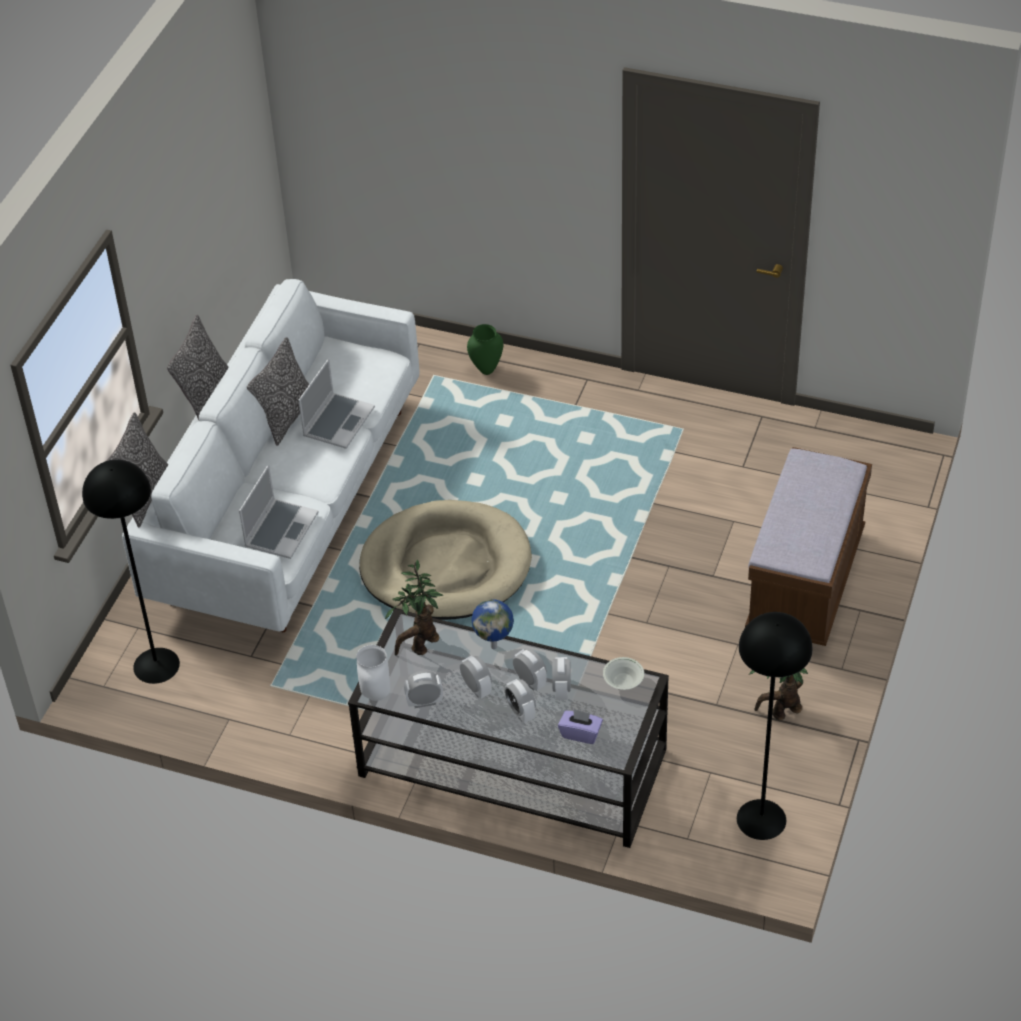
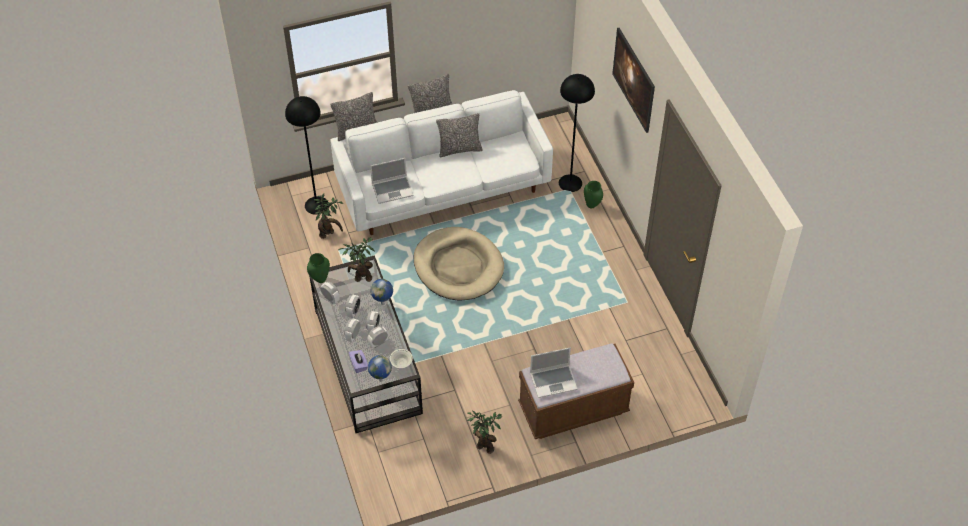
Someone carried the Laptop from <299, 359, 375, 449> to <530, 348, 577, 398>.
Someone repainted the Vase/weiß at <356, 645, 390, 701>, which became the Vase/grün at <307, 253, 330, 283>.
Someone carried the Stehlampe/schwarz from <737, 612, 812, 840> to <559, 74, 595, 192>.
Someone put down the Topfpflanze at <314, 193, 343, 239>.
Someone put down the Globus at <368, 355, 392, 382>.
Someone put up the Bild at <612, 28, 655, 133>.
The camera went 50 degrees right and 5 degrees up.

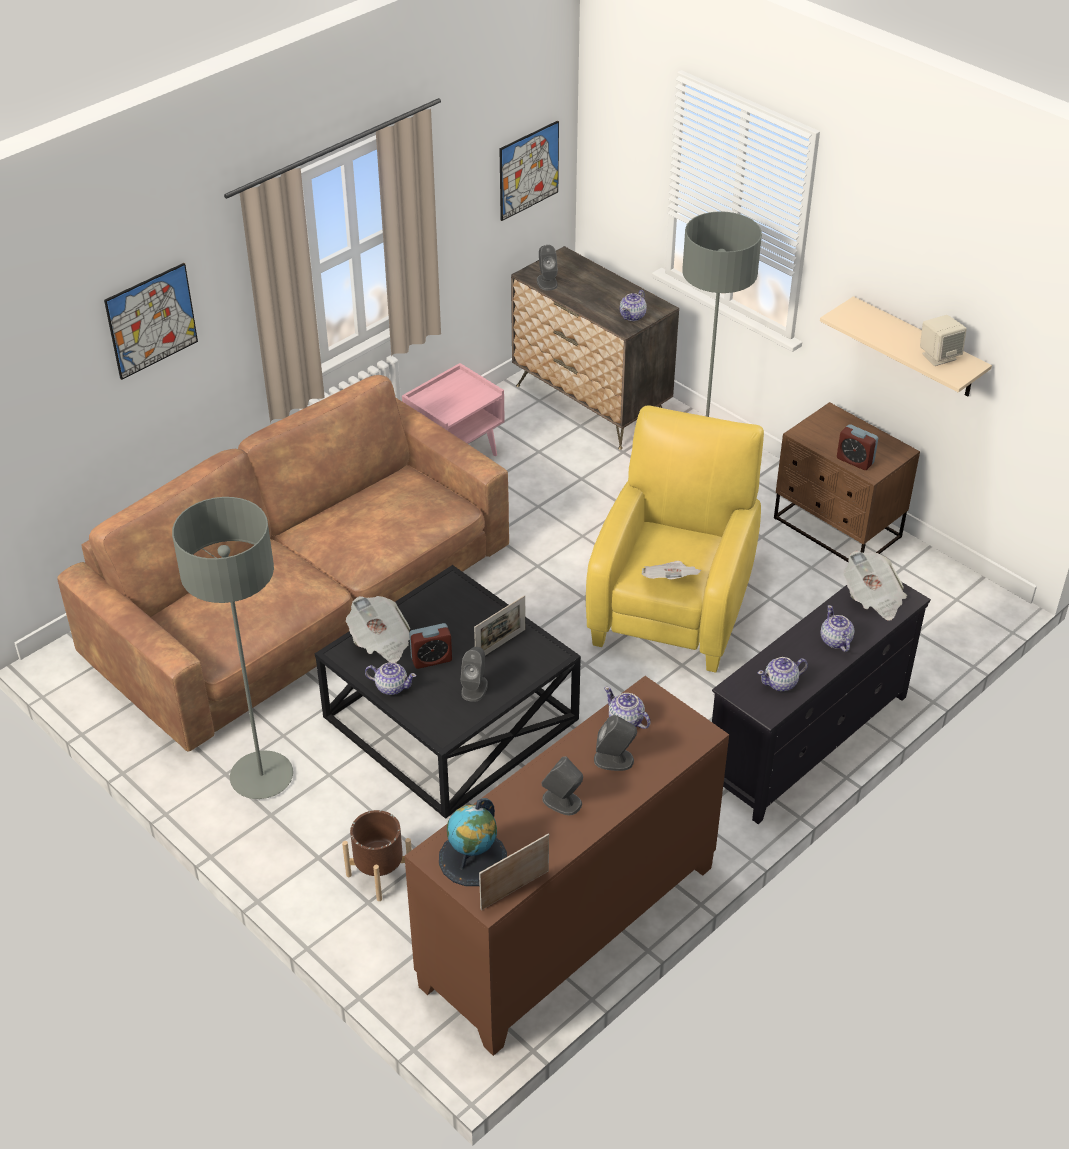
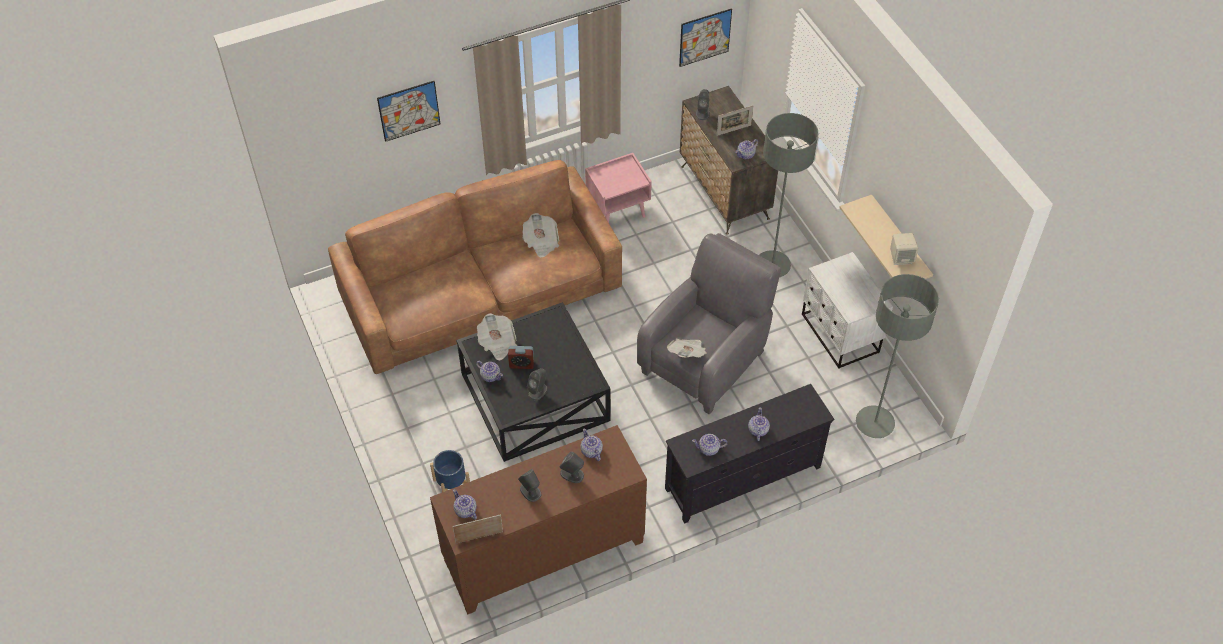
Someone carried the Stehlampe/grau from <172, 497, 293, 799> to <856, 274, 939, 438>.
Someone repainted the Pflanzkübel/braun at <342, 810, 412, 901>, which became the Pflanzkübel/blau at <430, 450, 470, 492>.
Someone swapped the Globus at <439, 798, 507, 886> for the Teekanne at <453, 489, 477, 520>.
Someone carried the Bilderrahmen from <474, 595, 525, 655> to <717, 105, 753, 136>.
Someone repainted the Sessel/gelb at <586, 405, 764, 673>, which became the Sessel/grau at <637, 233, 781, 414>.
Someone repainted the Nachttisch/braun at <774, 402, 920, 563>, which became the Nachttisch/weiß at <802, 252, 893, 369>.
Someone took away the Wecker at <837, 424, 878, 470>.
Someone carried the Zeitung from <843, 551, 907, 620> to <523, 213, 559, 258>.
The camera went 20 degrees right and 10 degrees up.

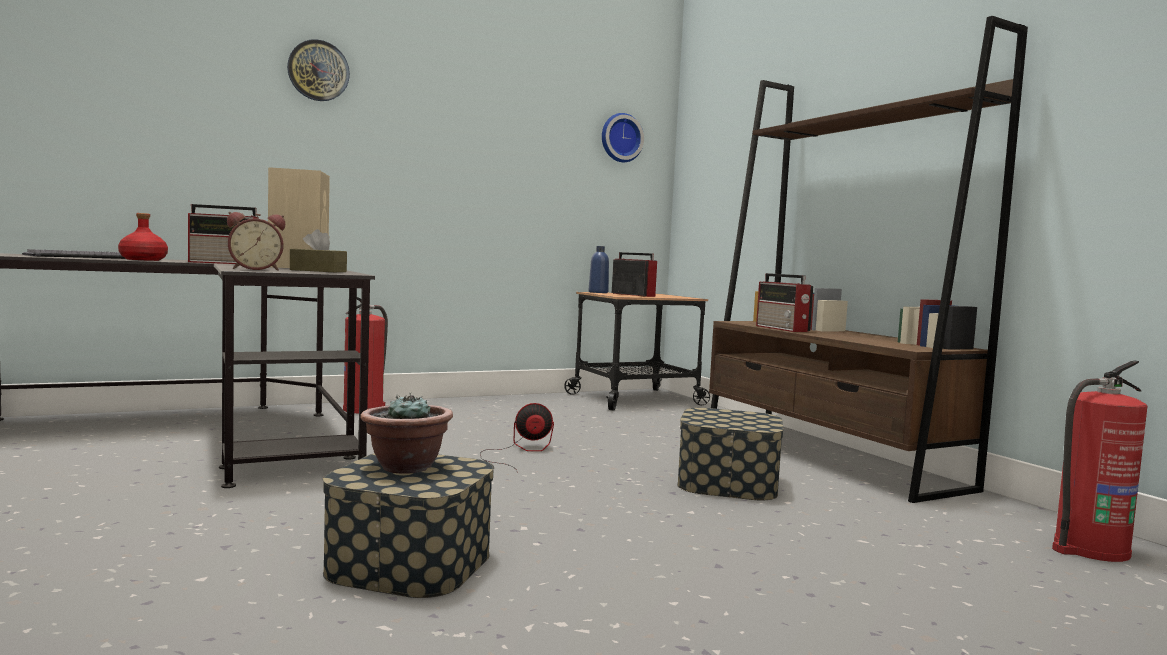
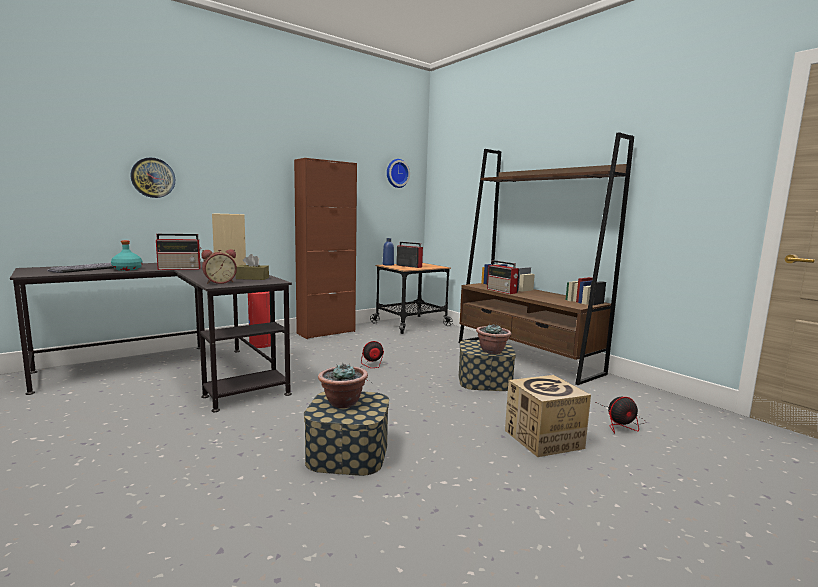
Someone repainted the Flasche/rot at <118, 213, 168, 261>, which became the Flasche/türkis at <111, 240, 143, 271>.
Someone carried the Wanduhr from <287, 39, 350, 101> to <131, 157, 175, 198>.
Someone took away the Feuerlöscher at <1052, 360, 1147, 562>.
Someone put down the Schrank/braun at <294, 158, 357, 339>.
Someone put down the Topfpflanze at <476, 324, 511, 354>.
Someone put down the Karton at <505, 375, 591, 457>.
Someone put down the Ventilator at <594, 397, 646, 434>.
The camera went 10 degrees left and 5 degrees up.

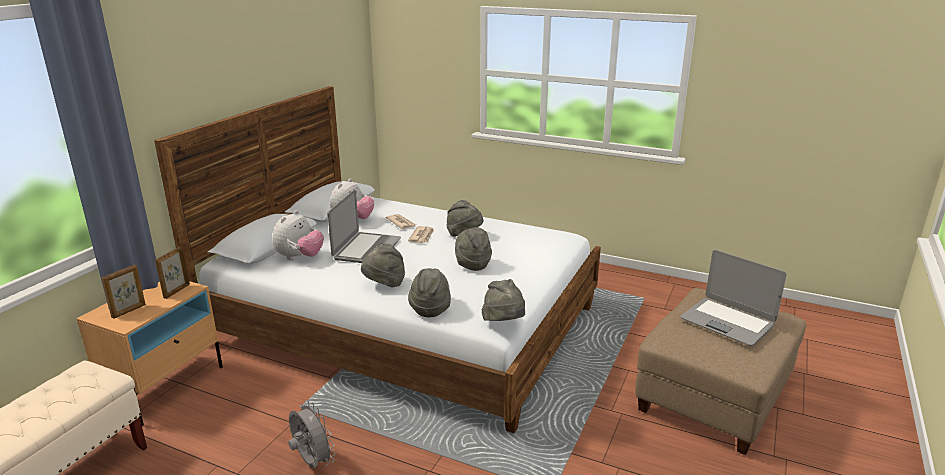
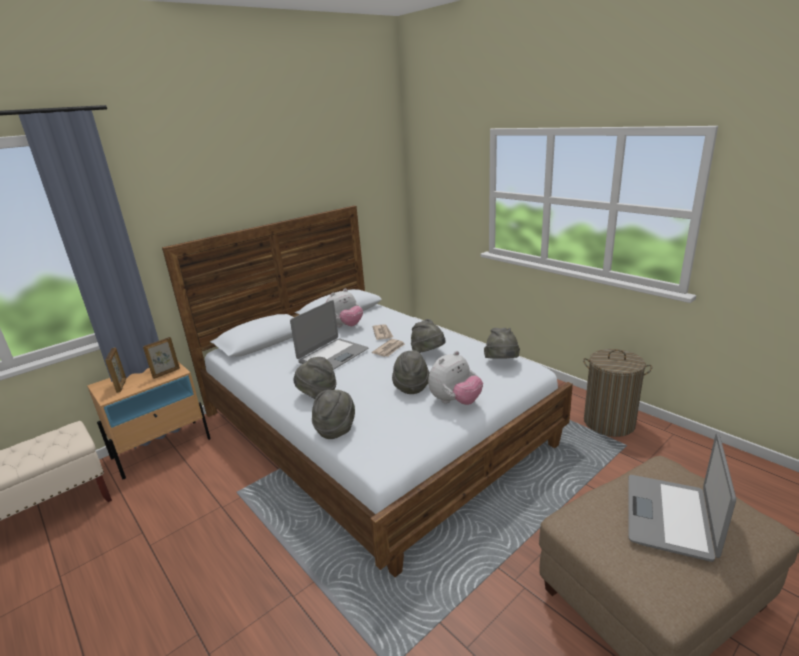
Someone rotated the Bilderrahmen at <101, 265, 146, 319> by 75 degrees counterclockwise.
Someone carried the Plüschtier from <273, 210, 324, 260> to <428, 351, 483, 405>.
Someone took away the Ventilator/grau at <288, 400, 335, 468>.
Someone carried the Hut/grau from <482, 279, 525, 321> to <484, 328, 520, 359>.
Someone rotated the Laptop at <680, 250, 787, 346> by 45 degrees clockwise.
Someone put down the Wäschekorb at <583, 349, 652, 437>.
The camera went 25 degrees right and 0 degrees up.

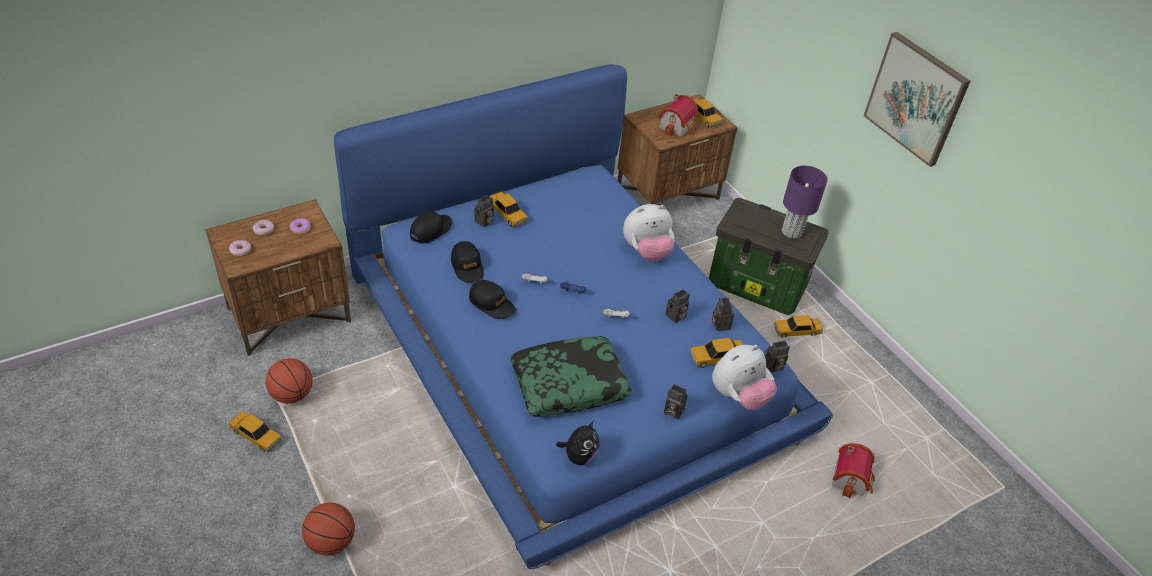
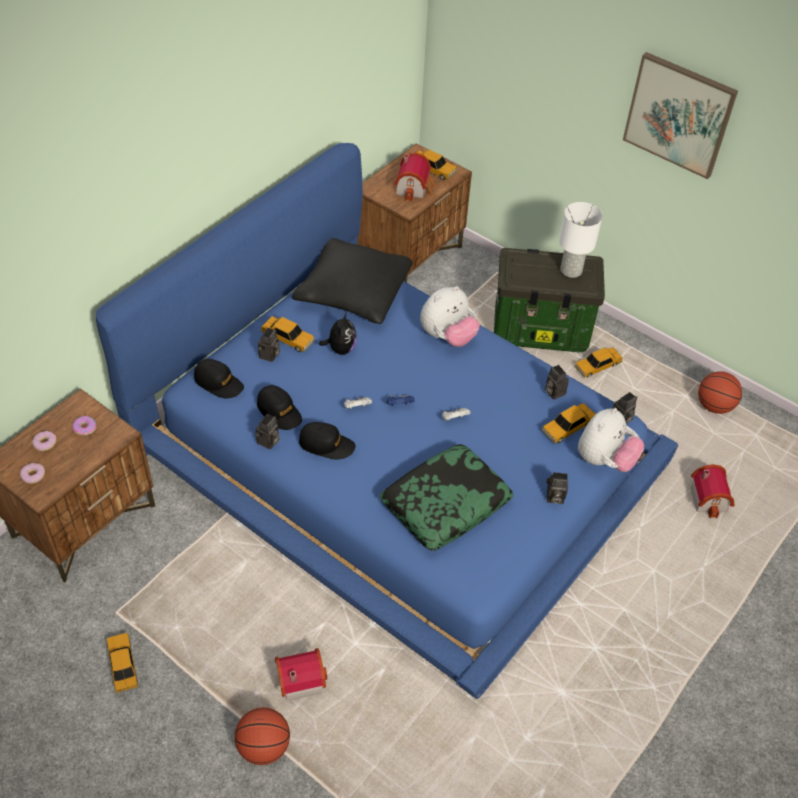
Someone rotated the Spielzeugauto at <229, 411, 282, 452> by 120 degrees counterclockwise.
Someone carried the Basketball from <266, 358, 313, 404> to <698, 371, 742, 414>.
Someone rotated the Kappe/schwarz at <410, 211, 452, 243> by 105 degrees clockwise.
Someone carried the Plüschtier from <556, 421, 600, 465> to <319, 312, 357, 355>.
Someone carried the Kamera from <666, 289, 689, 323> to <255, 414, 280, 449>.
Someone repainted the Tischlampe/lila at <782, 166, 827, 239>, which became the Tischlampe/weiß at <559, 202, 602, 278>.
Someone put down the Spielzeughaus at <275, 648, 327, 701>.
Someone put down the Kissen/schwarz at <292, 238, 413, 324>.
The camera went 20 degrees left and 5 degrees up.

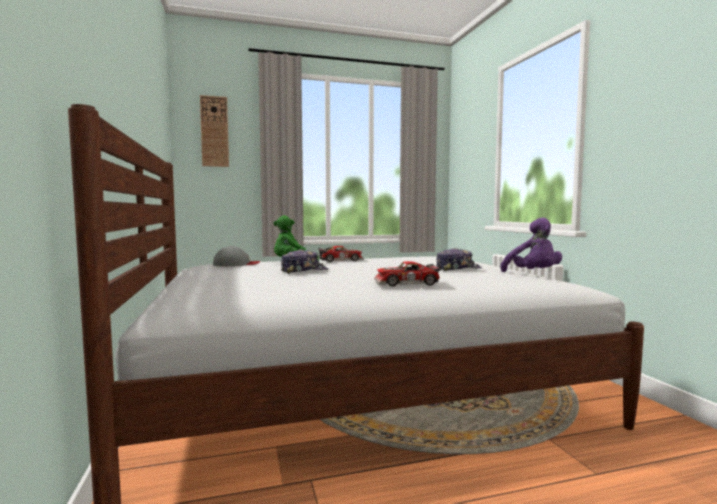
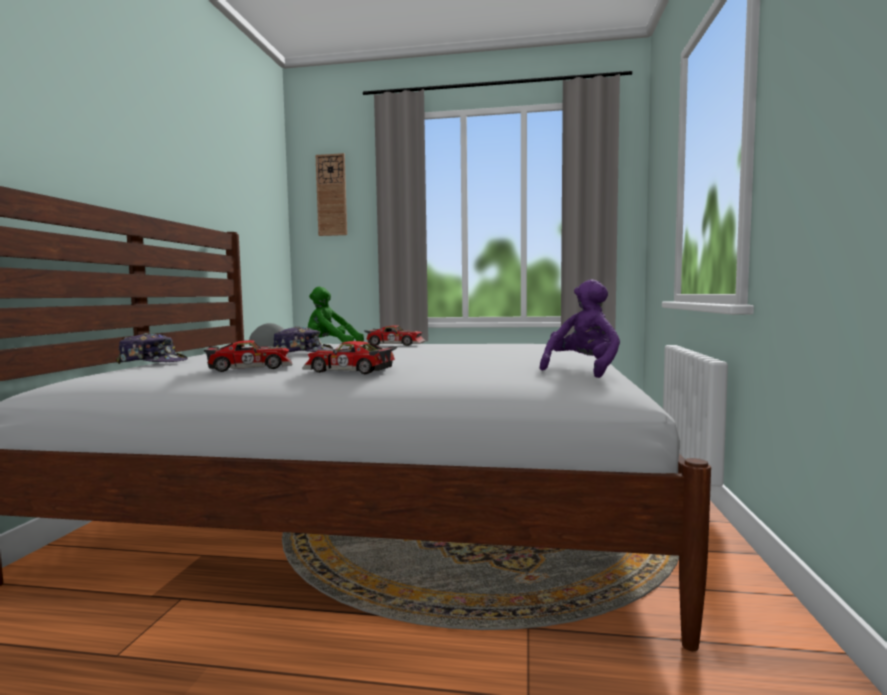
Someone carried the Kappe from <436, 248, 482, 271> to <116, 333, 188, 364>.
Someone rotated the Plüschtier/lila at <501, 218, 562, 272> by 150 degrees counterclockwise.
Someone put down the Spielzeugauto at <204, 340, 292, 372>.
The camera went 25 degrees right and 0 degrees up.

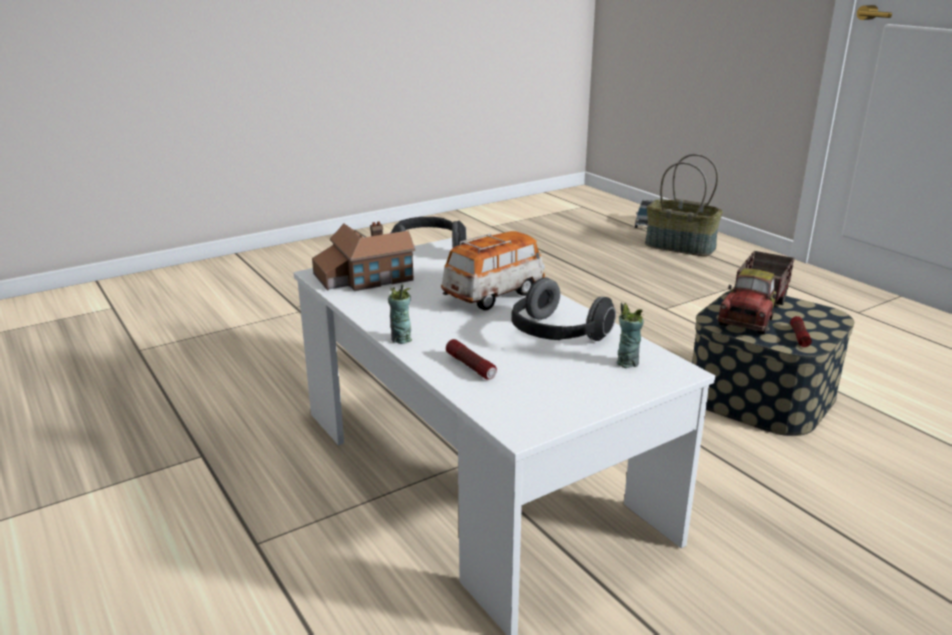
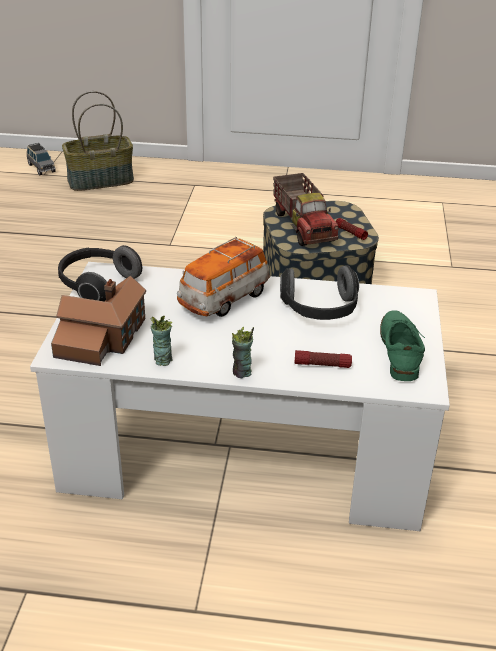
Someone rotated the Spielzeugauto at <441, 231, 545, 310> by 135 degrees counterclockwise.
Someone carried the Tasse from <617, 302, 644, 368> to <151, 316, 172, 366>.
Someone put down the Schuh/grün at <380, 310, 425, 381>.
The camera went 50 degrees left and 10 degrees up.

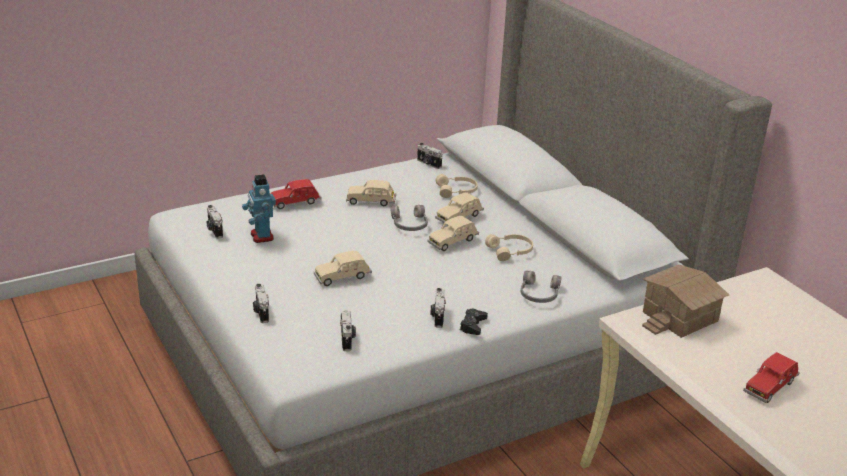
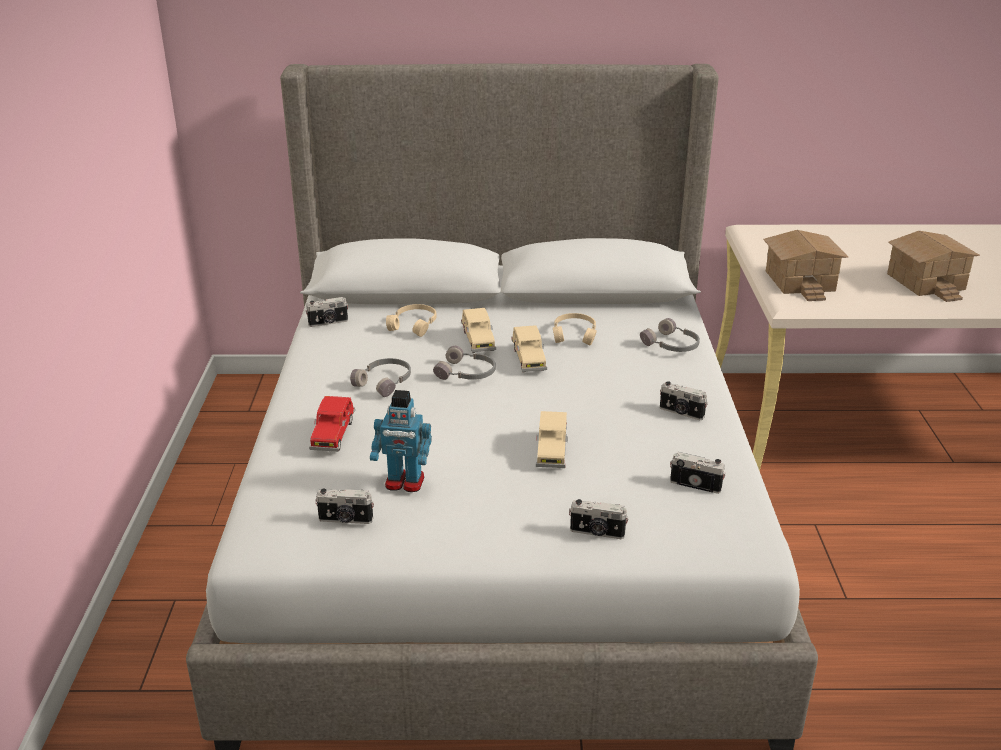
Someone swapped the Spielzeugauto/beige at <346, 180, 396, 206> for the Kopfhörer/grau at <350, 358, 411, 397>.
Someone took away the Gamepad/schwarz at <460, 309, 488, 335>.
Someone swapped the Spielzeugauto/rot at <743, 352, 800, 403> for the Spielzeughaus at <887, 231, 980, 302>.
The camera went 60 degrees left and 0 degrees up.

